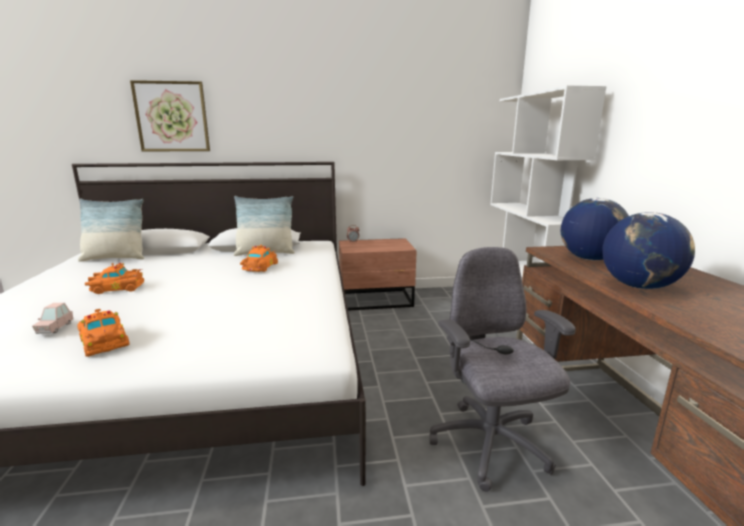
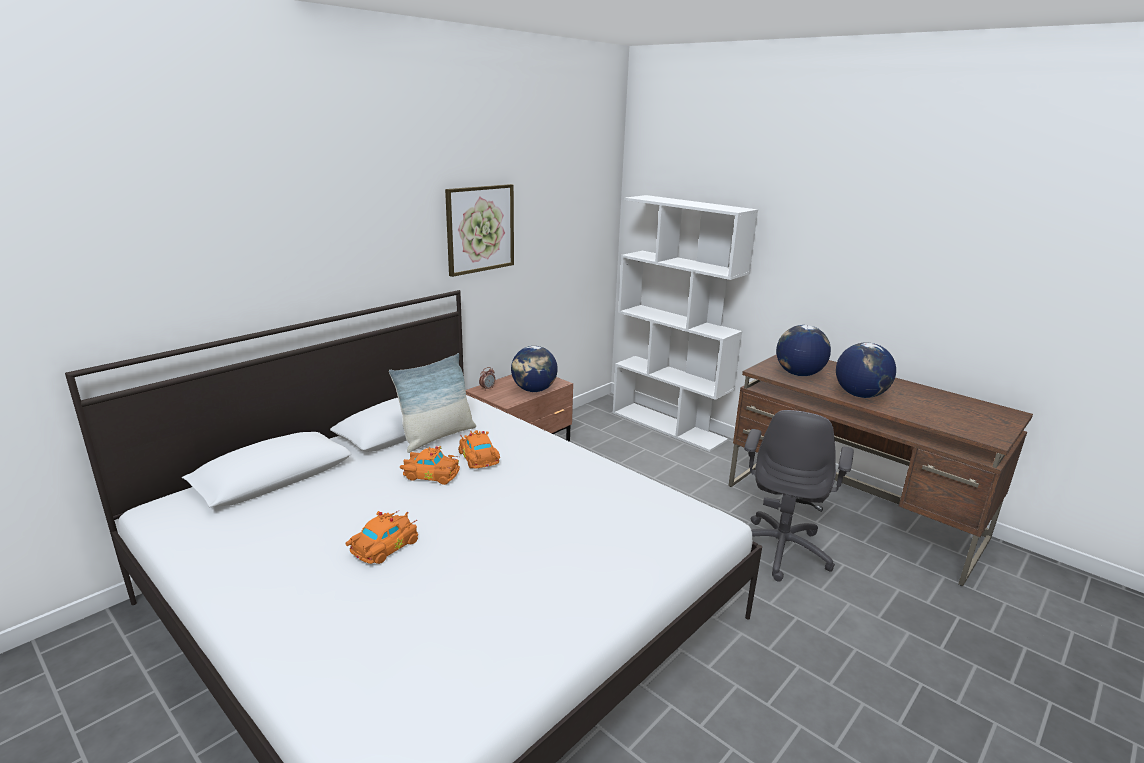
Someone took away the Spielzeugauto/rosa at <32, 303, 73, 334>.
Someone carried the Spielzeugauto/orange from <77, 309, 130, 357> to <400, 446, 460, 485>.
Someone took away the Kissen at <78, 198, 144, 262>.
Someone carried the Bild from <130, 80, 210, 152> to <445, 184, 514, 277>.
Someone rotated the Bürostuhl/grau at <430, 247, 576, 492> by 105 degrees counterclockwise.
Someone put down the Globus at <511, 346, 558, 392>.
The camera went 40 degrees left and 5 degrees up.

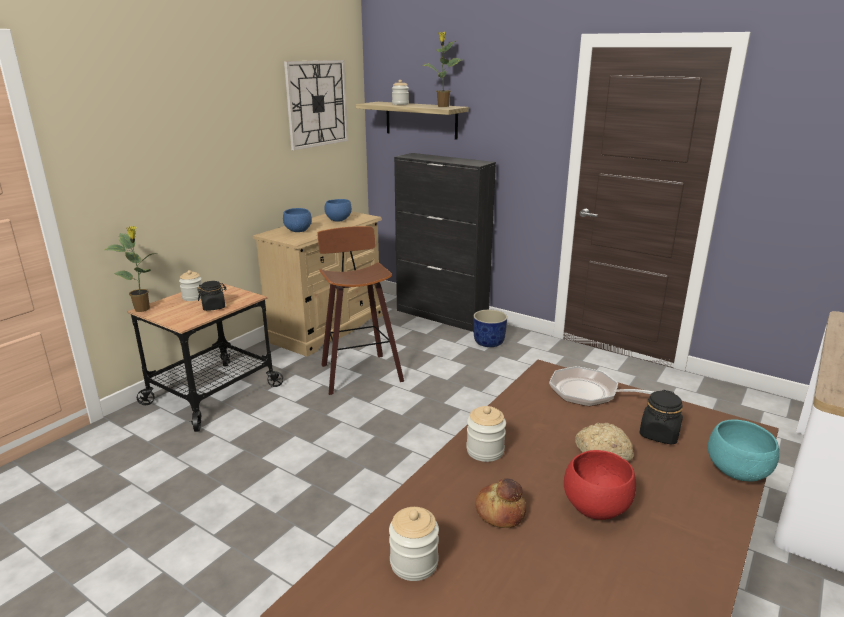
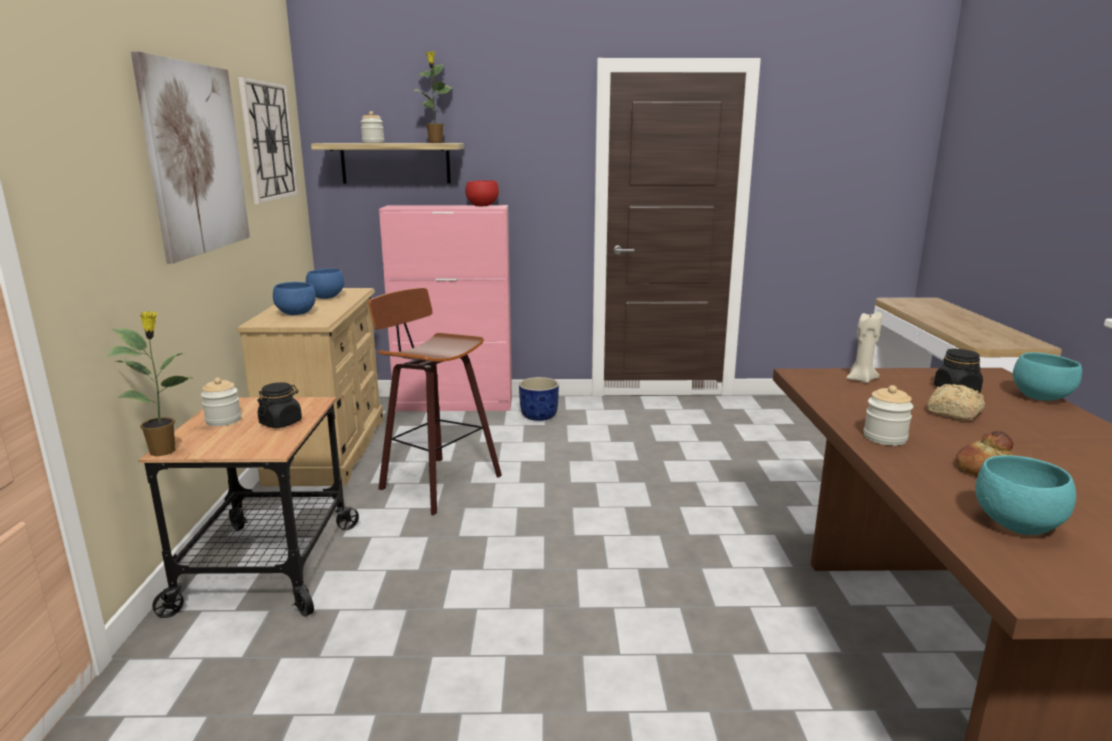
Someone swapped the Vorratsglas at <389, 507, 439, 581> for the Schüssel/türkis at <975, 455, 1076, 535>.
Someone repainted the Schrank/schwarz at <394, 153, 496, 332>, which became the Schrank/rosa at <379, 205, 512, 411>.
Someone swapped the Pfanne at <549, 366, 655, 407> for the Kerze/beige at <846, 312, 882, 383>.
Someone carried the Schüssel/rot from <564, 450, 636, 520> to <465, 180, 499, 206>.
Someone put up the Bild at <131, 51, 250, 264>.
The camera went 35 degrees left and 5 degrees down.

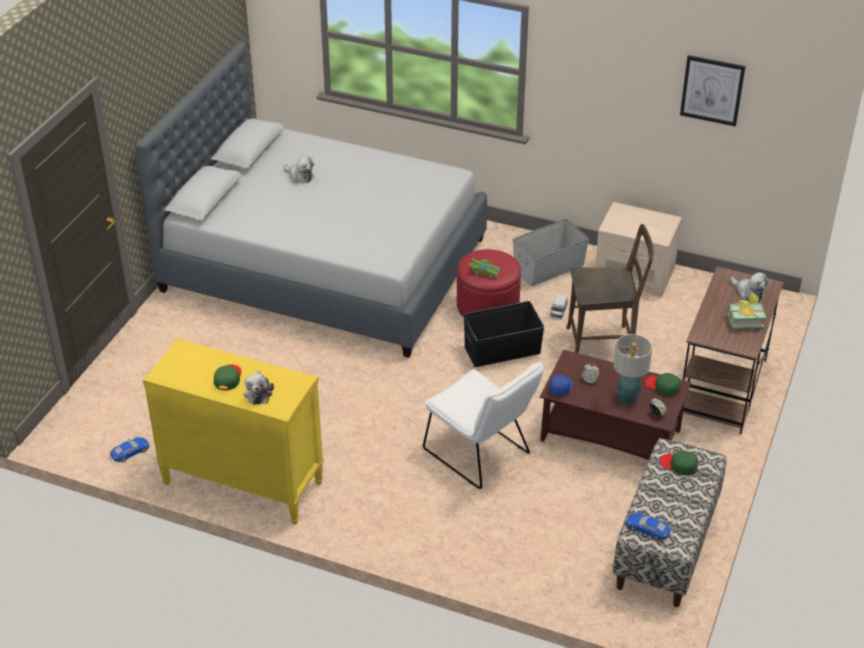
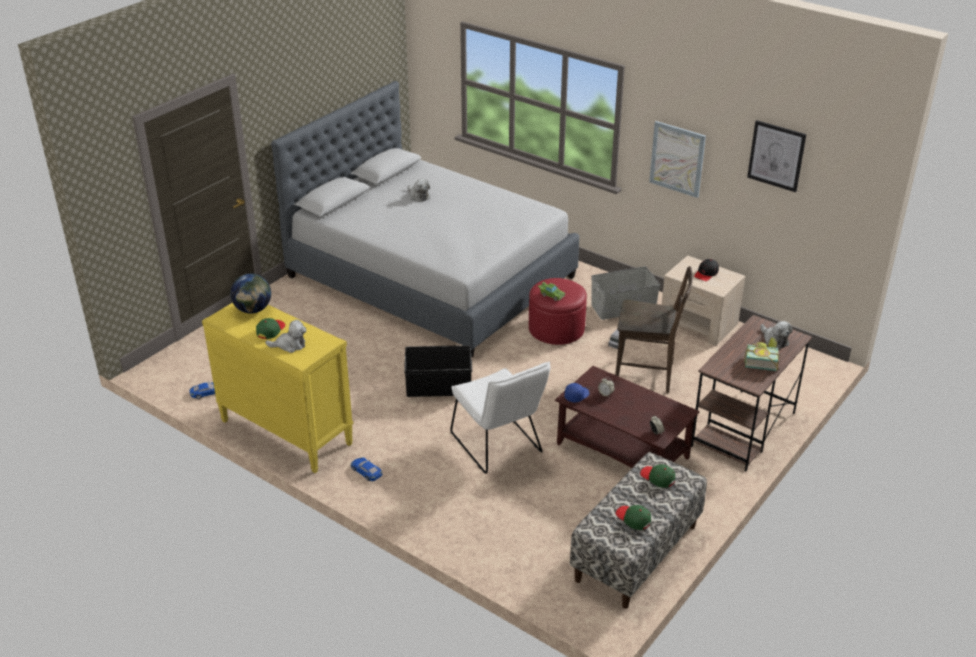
Someone rotated the Plüschtier at <243, 370, 274, 405> by 105 degrees counterclockwise.
Someone carried the Aufbewahrungsbox/schwarz from <464, 301, 544, 367> to <404, 345, 472, 397>.
Someone took away the Tischlampe at <613, 334, 652, 404>.
Someone carried the Spielzeugauto/blau from <626, 512, 671, 540> to <351, 457, 382, 481>.
Someone carried the Kappe/grün from <645, 373, 681, 396> to <616, 505, 651, 530>.
Someone put down the Globus at <230, 273, 271, 314>.
Someone put up the Bild at <649, 121, 706, 198>.
Someone put down the Kappe/schwarz at <694, 259, 719, 281>.
The camera went 15 degrees right and 5 degrees down.

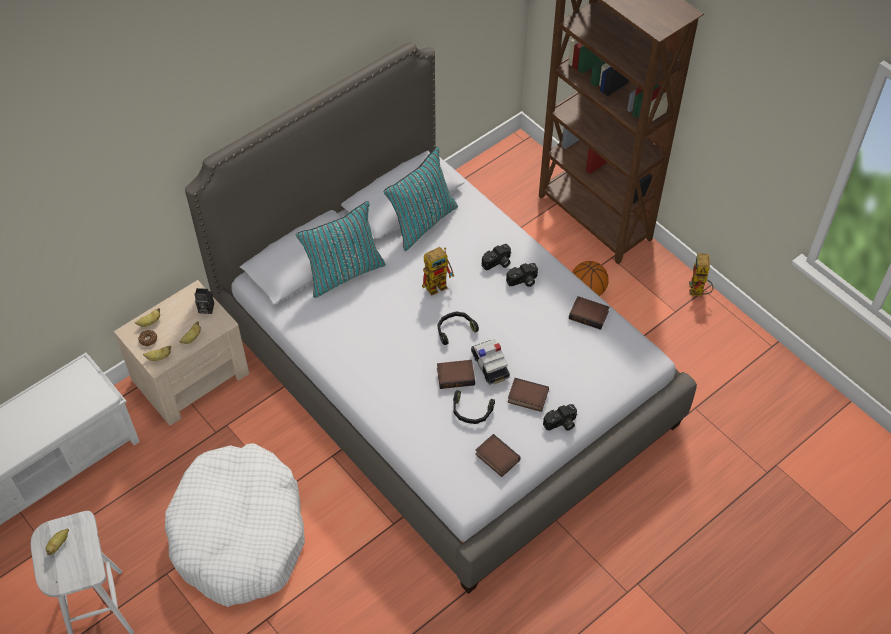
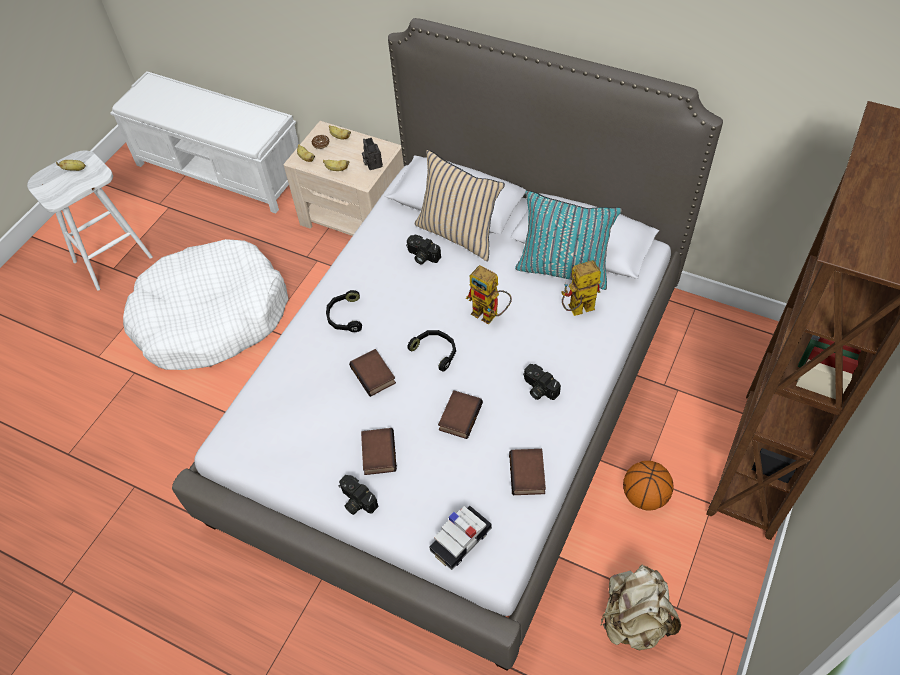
Someone repainted the Kissen/türkis at <296, 201, 386, 298>, which became the Kissen/beige at <415, 150, 505, 261>.
Someone carried the Kopfhörer/schwarz from <453, 390, 495, 424> to <326, 290, 362, 332>.
Someone carried the Spielzeugauto from <471, 339, 510, 385> to <430, 506, 492, 570>.
Someone carried the Buch from <475, 434, 521, 477> to <438, 390, 483, 439>.
Someone carried the Kamera from <482, 244, 511, 270> to <406, 235, 441, 265>.
Someone carried the Spielzeugroboter from <689, 253, 713, 296> to <561, 260, 601, 316>.
Someone put down the Rucksack/beige at <601, 565, 681, 650>.
The camera went 70 degrees right and 0 degrees up.

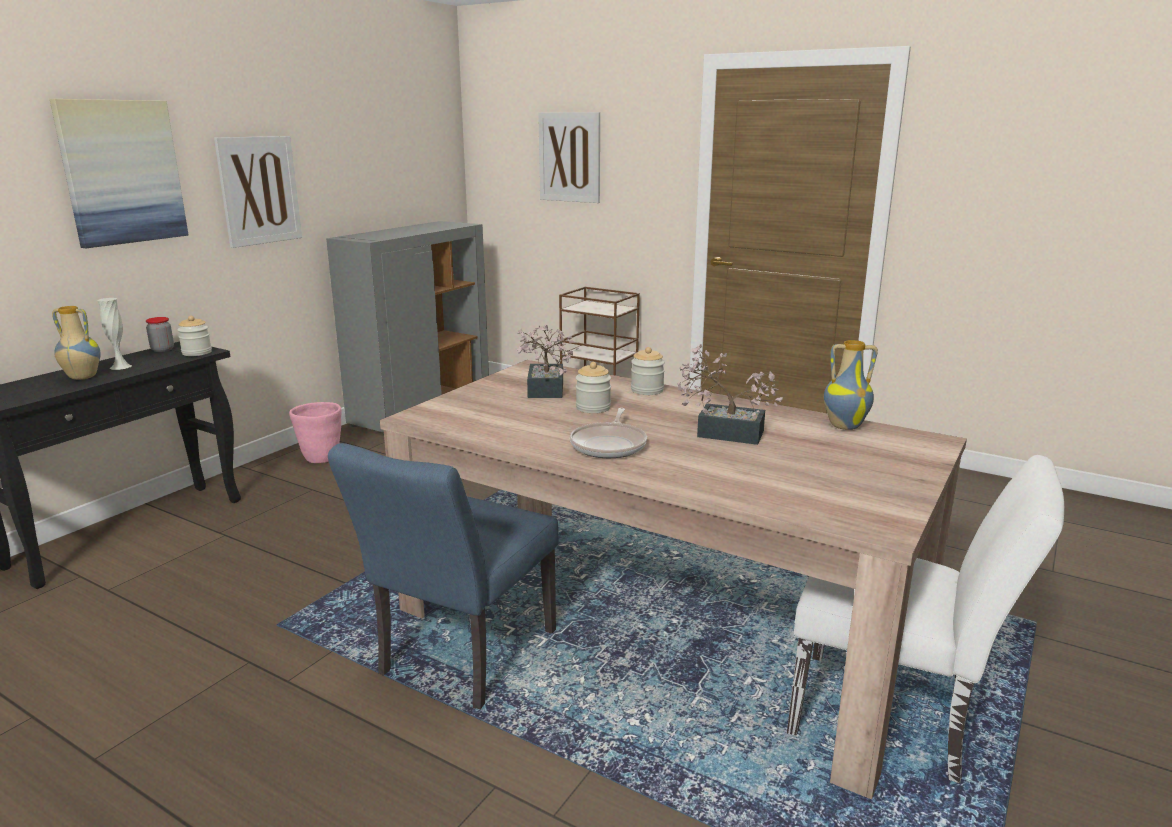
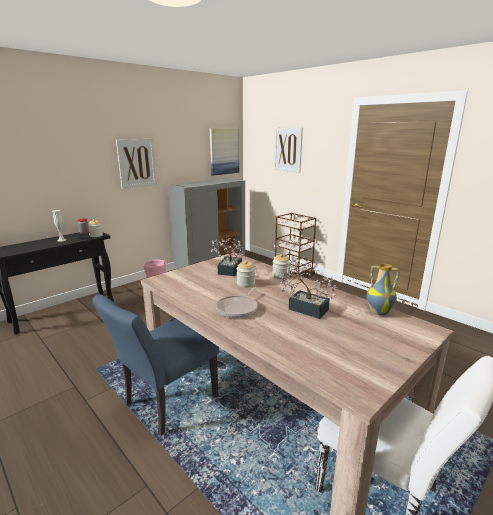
Someone carried the Bild from <50, 99, 189, 248> to <210, 128, 239, 176>.
Someone took away the Vase at <52, 306, 101, 380>.
The camera went 15 degrees right and 0 degrees up.

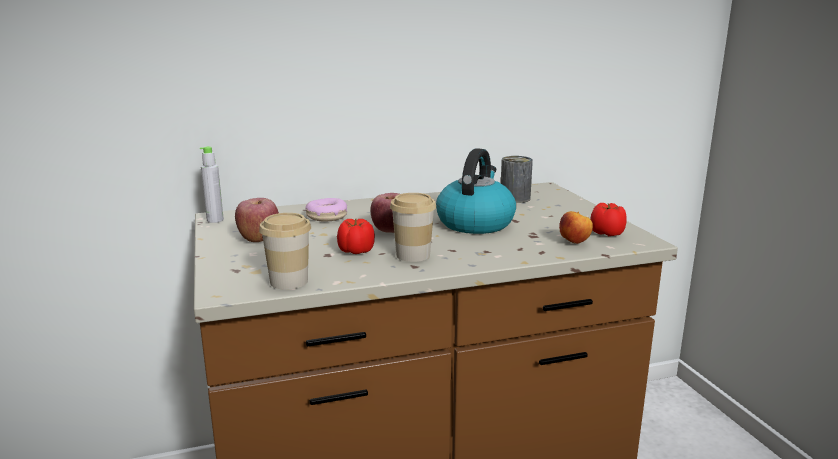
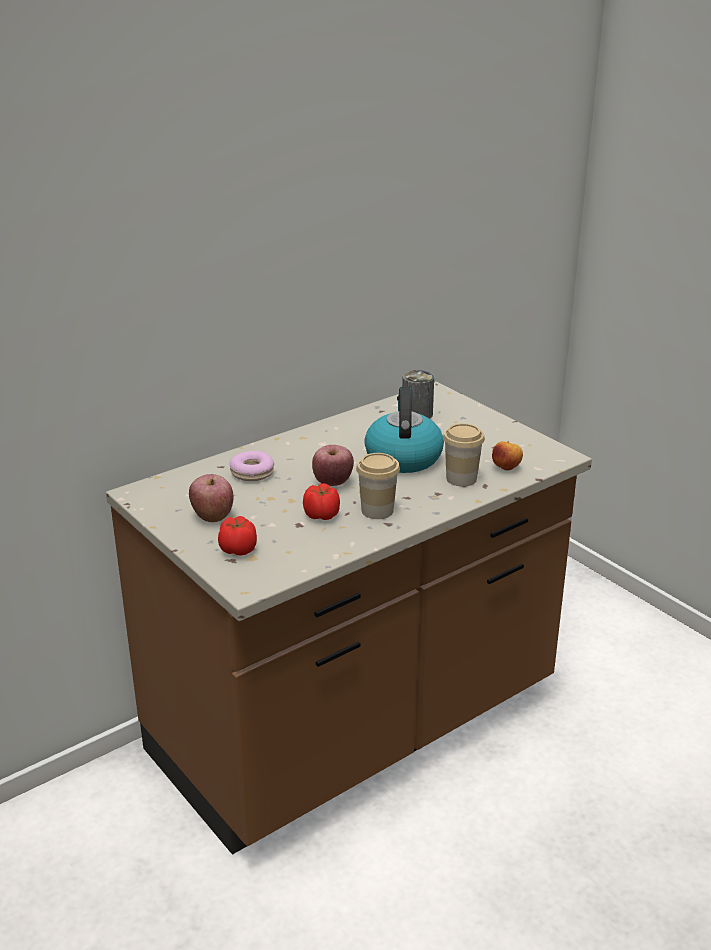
Someone took away the Flasche/grau at <200, 146, 224, 223>.
Someone carried the Tasse from <259, 213, 311, 290> to <443, 423, 485, 487>.
Someone carried the Tomate from <590, 203, 627, 236> to <218, 516, 257, 556>.
The camera went 20 degrees left and 10 degrees up.

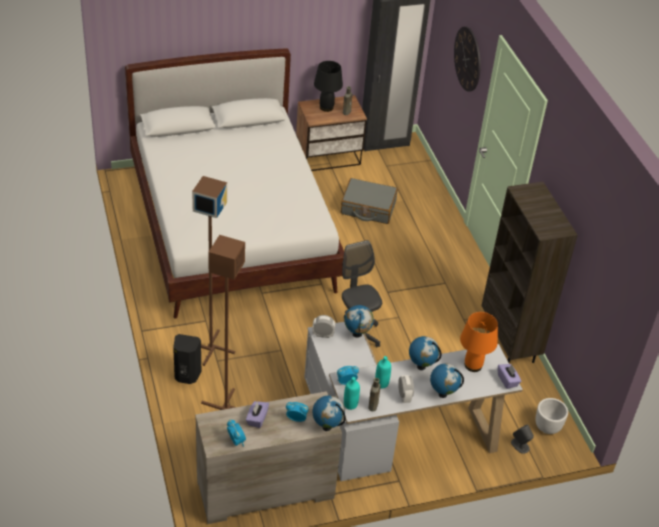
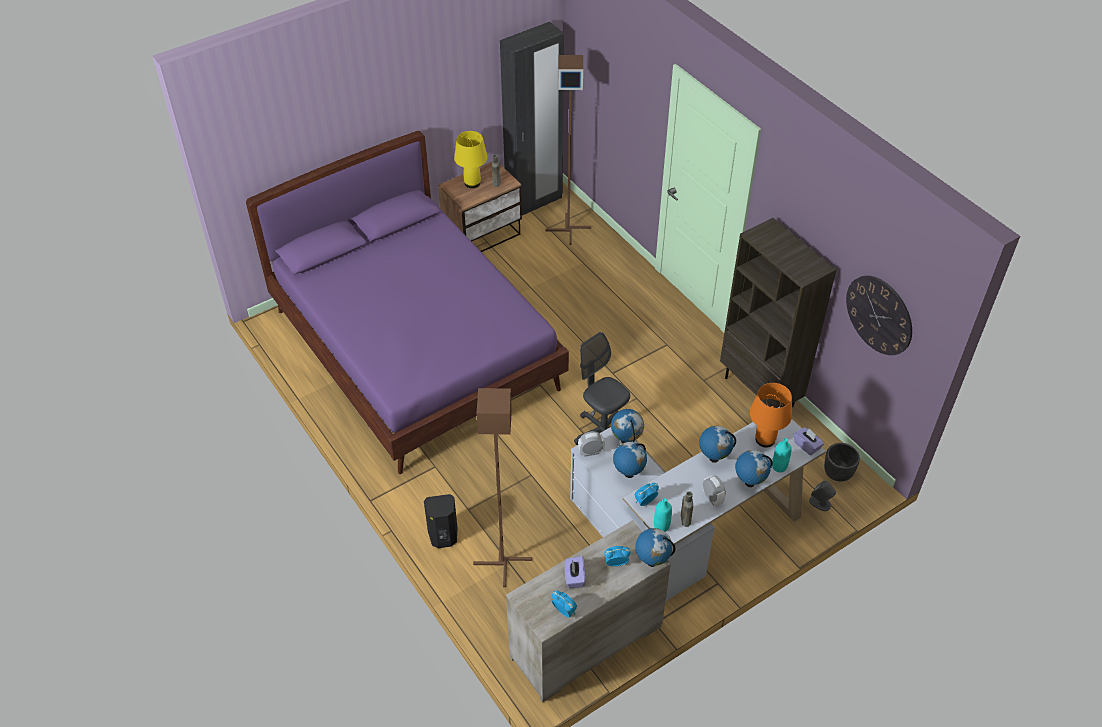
Someone repainted the Bett/weiß at <125, 48, 344, 318>, which became the Bett/lila at <246, 131, 569, 474>.
Someone carried the Stehlampe/braun from <192, 176, 235, 366> to <546, 55, 591, 245>.
Someone repainted the Tischlampe/schwarz at <314, 61, 343, 112>, which became the Tischlampe/gelb at <454, 131, 488, 188>.
Someone took away the Koffer/grau at <341, 178, 398, 224>.
Someone carried the Flasche/türkis from <375, 356, 391, 389> to <772, 438, 792, 472>.
Someone carried the Wanduhr from <454, 26, 481, 92> to <846, 276, 912, 355>.
Someone repainted the Pflanzkübel/weiß at <535, 398, 568, 434>, which became the Pflanzkübel/schwarz at <824, 443, 860, 482>.
Someone put down the Globus at <613, 442, 647, 478>.
The camera went 15 degrees left and 5 degrees up.

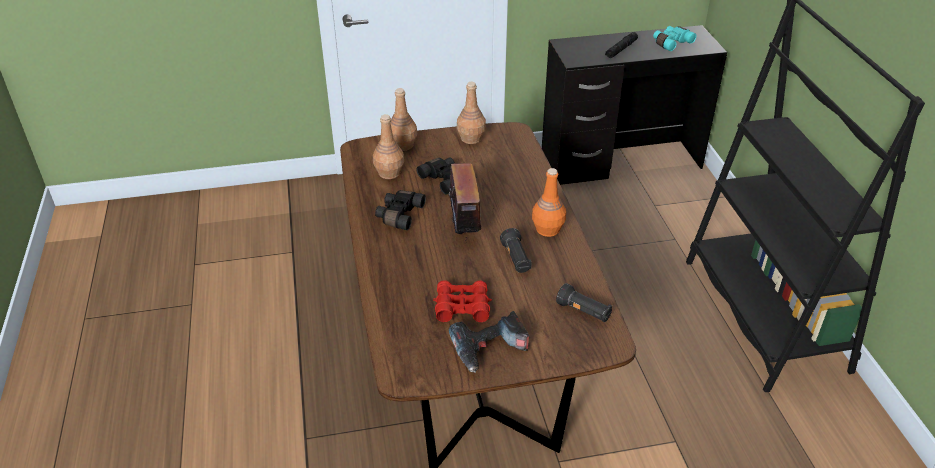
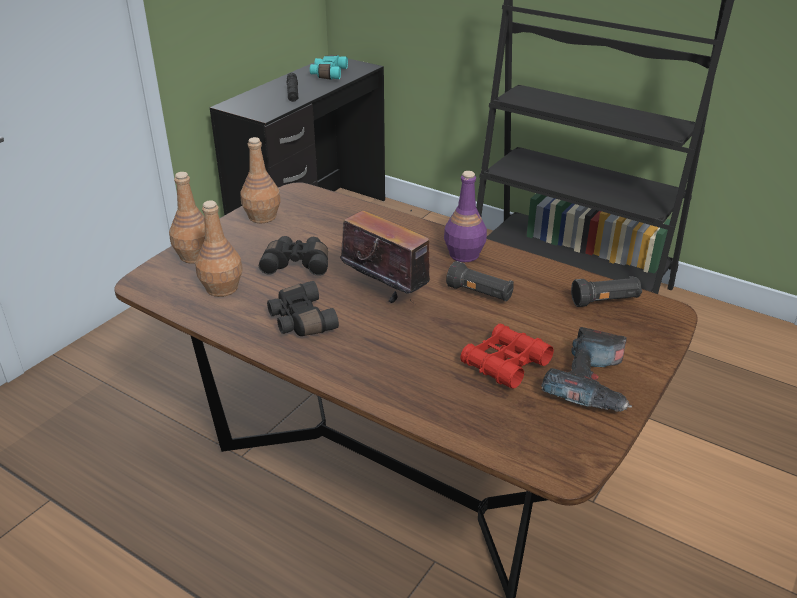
Someone repainted the Flasche/orange at <532, 168, 566, 237>, which became the Flasche/lila at <444, 171, 487, 262>.
The camera went 45 degrees left and 5 degrees down.

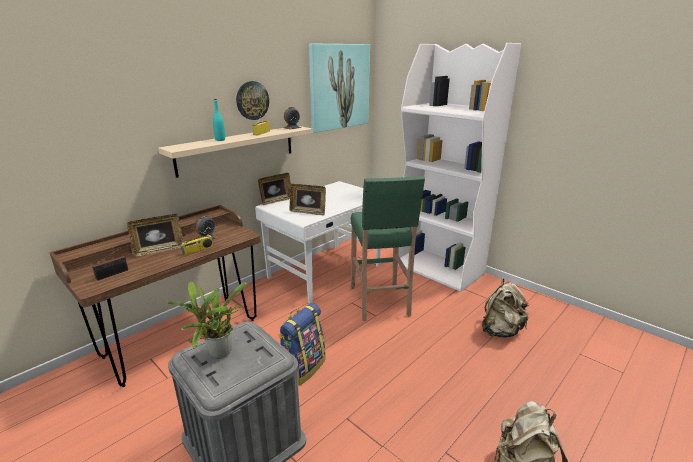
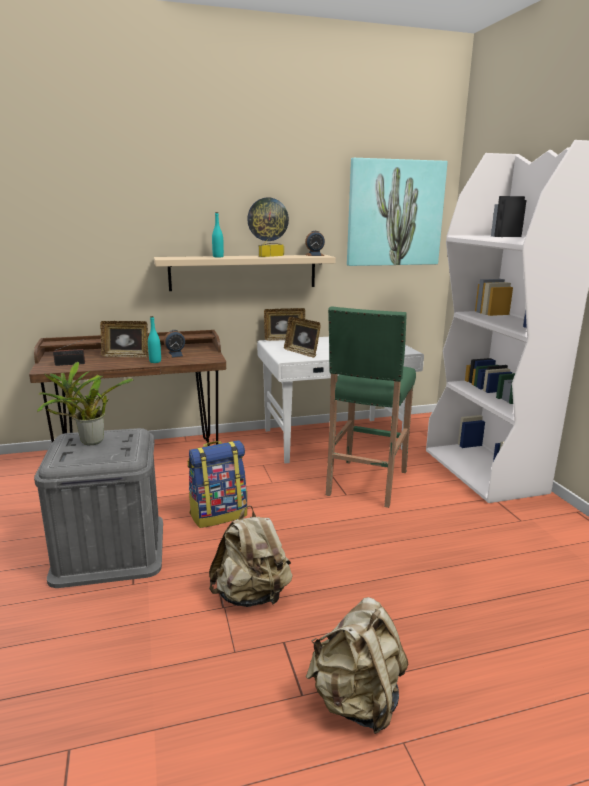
Someone swapped the Radio at <181, 225, 213, 255> for the Flasche/türkis at <148, 316, 161, 363>.
Someone carried the Rucksack/beige from <482, 278, 528, 338> to <209, 505, 293, 607>.
The camera went 30 degrees right and 5 degrees down.

